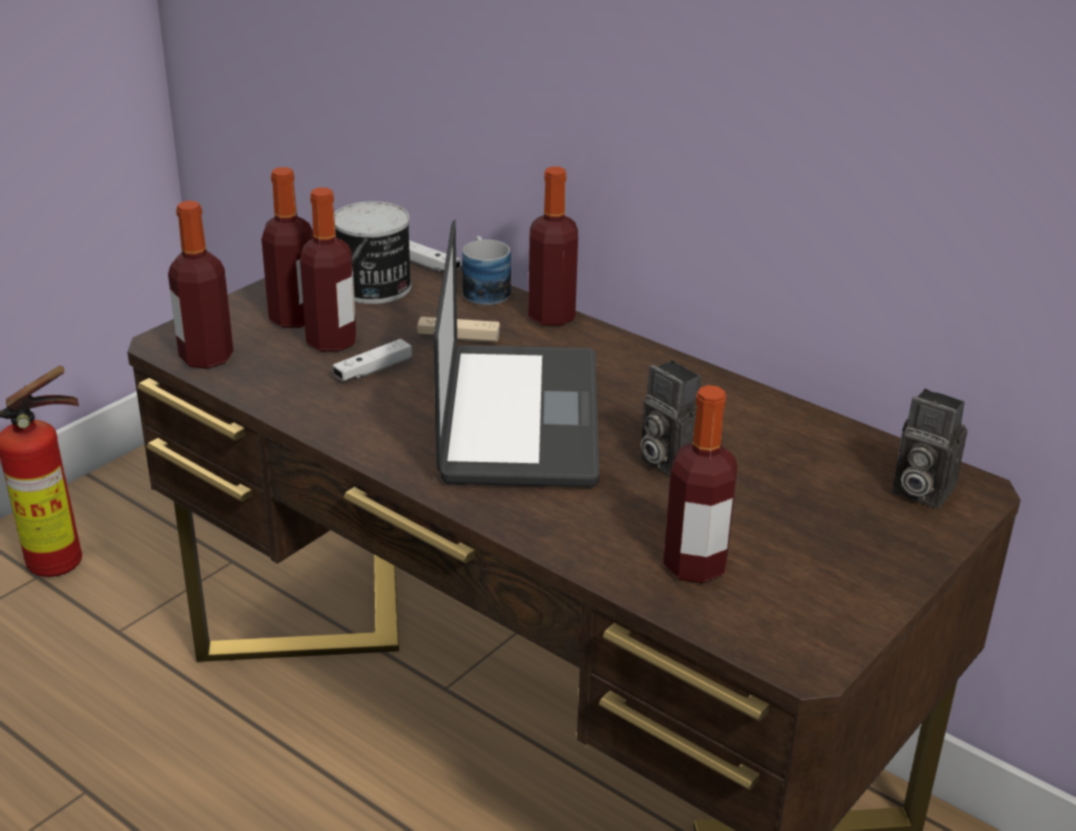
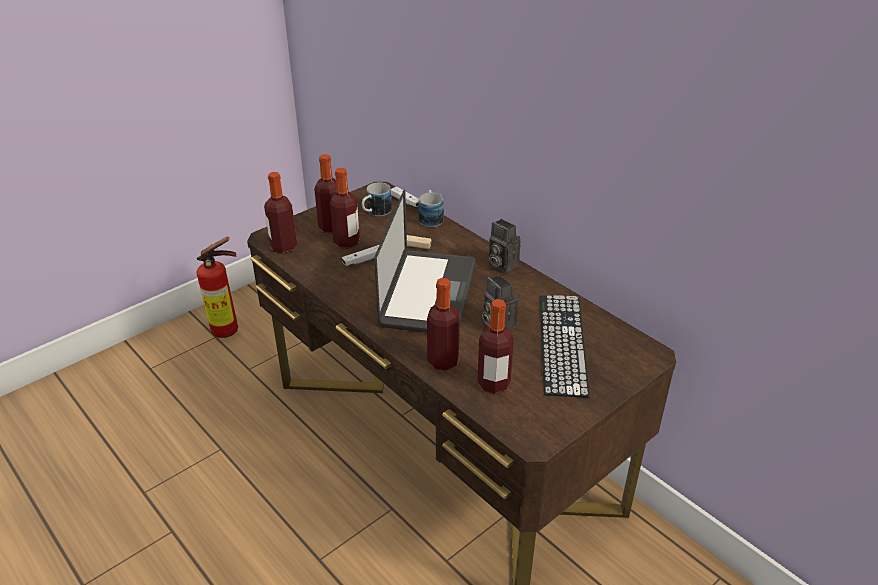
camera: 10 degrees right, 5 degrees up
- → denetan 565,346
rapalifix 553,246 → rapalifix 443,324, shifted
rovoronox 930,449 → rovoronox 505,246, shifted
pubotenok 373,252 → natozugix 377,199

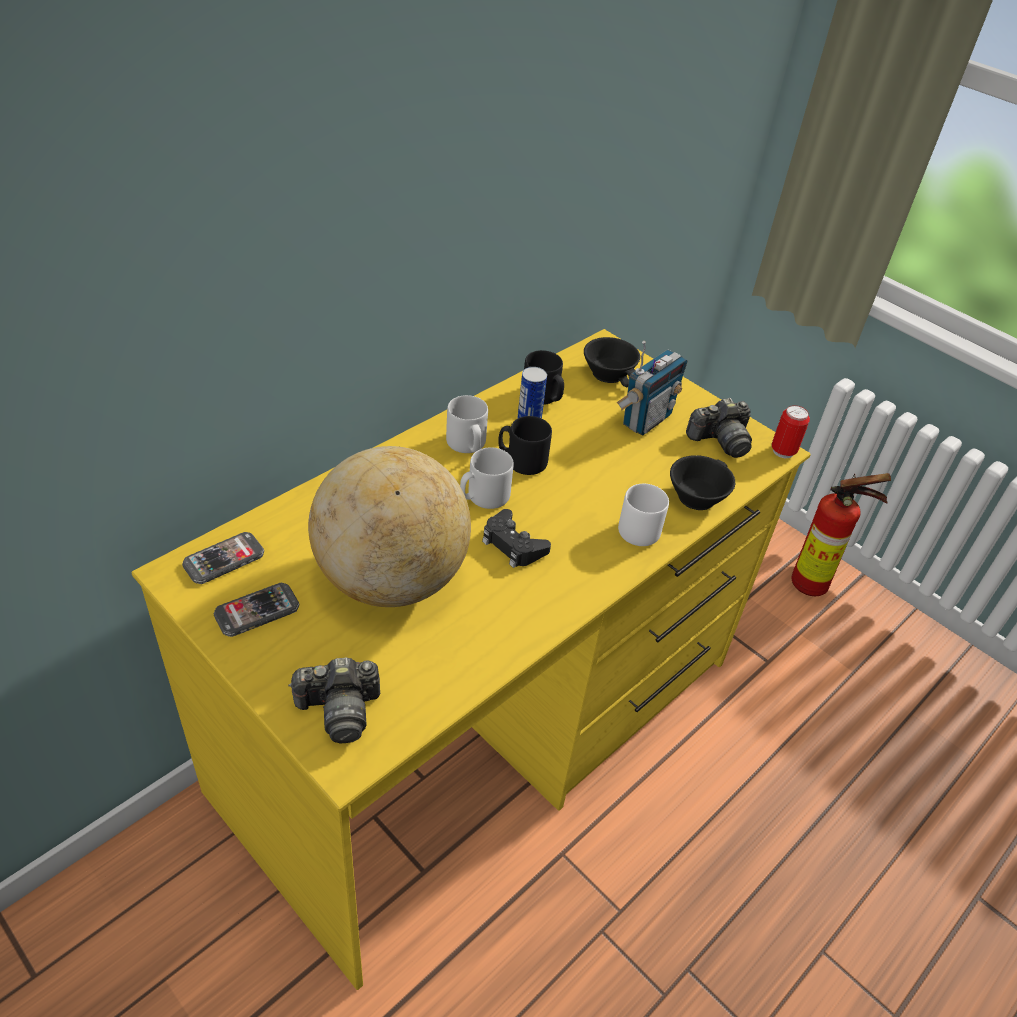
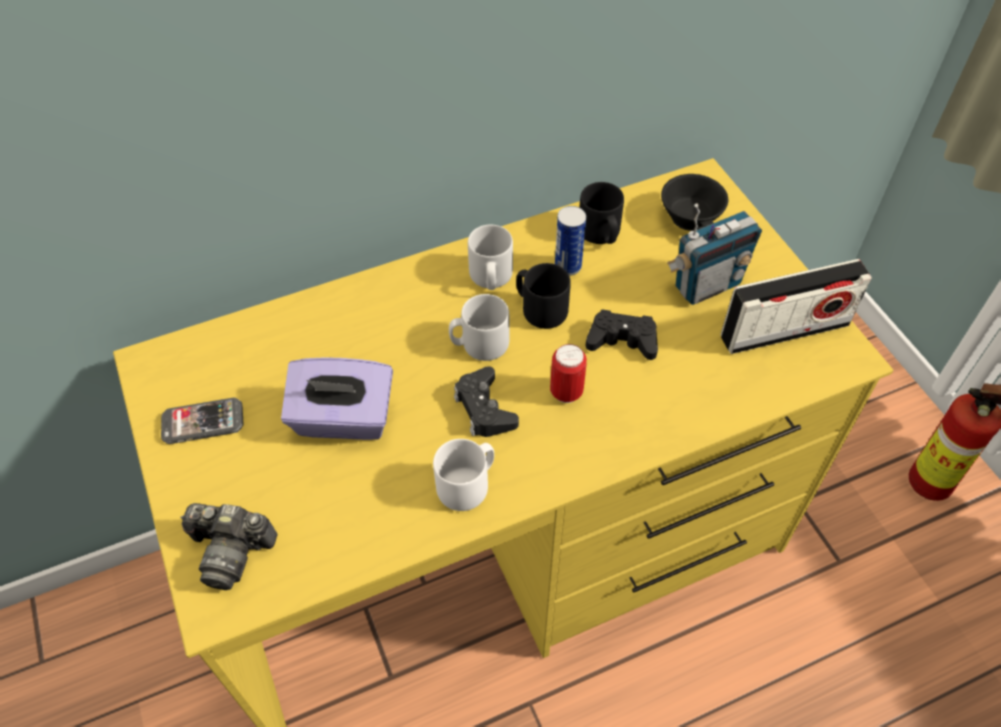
camera: 25 degrees right, 10 degrees up
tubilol 223,558 → -
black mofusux 702,482 → -
- → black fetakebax 622,334
white natozugix 643,515 → white natozugix 463,475, shifted
pubotenok 791,431 → pubotenok 568,373, shifted
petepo 389,526 → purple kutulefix 337,399
rovoronox 719,428 → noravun 796,306

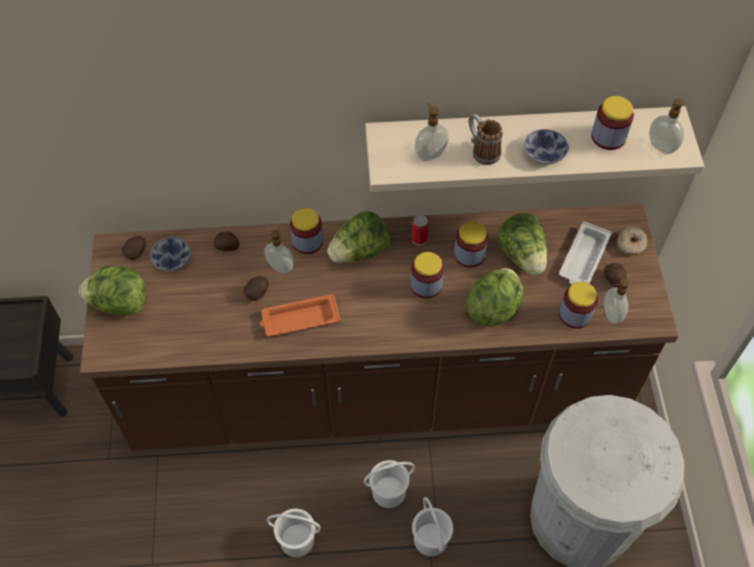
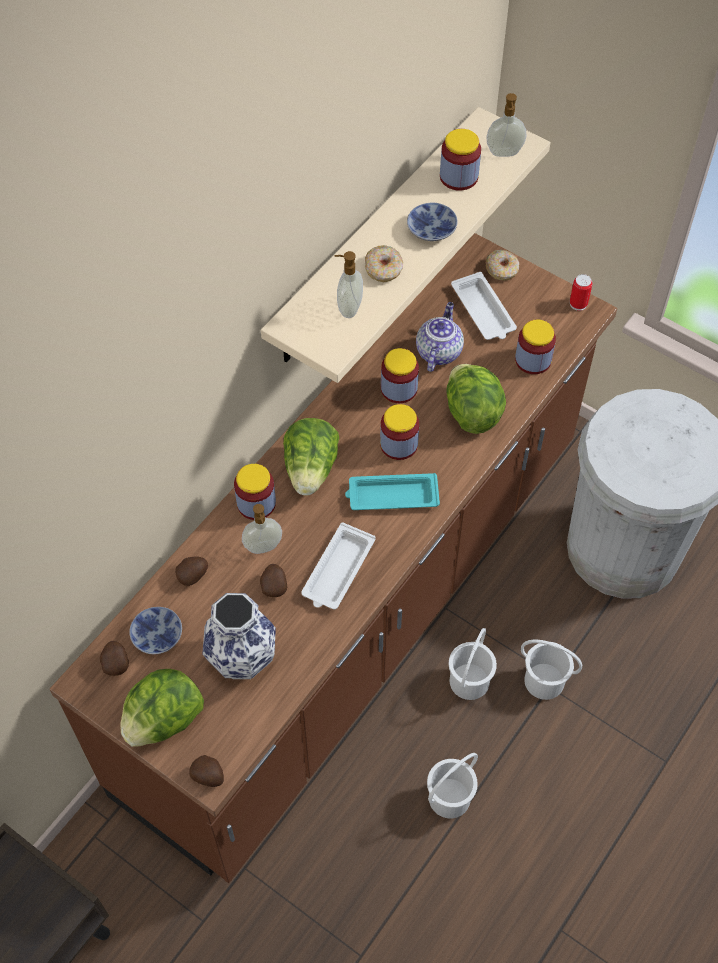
camera: 50 degrees left, 0 degrees up
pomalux 617,301 → -
- → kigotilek 239,636
- → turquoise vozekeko 392,491
pubotenok 420,230 → pubotenok 581,292, shifted
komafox 615,275 → komafox 206,771, shifted
natozugix 485,139 → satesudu 384,264
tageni 522,244 → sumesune 440,337
orange vozekeko 300,315 → white vozekeko 338,566

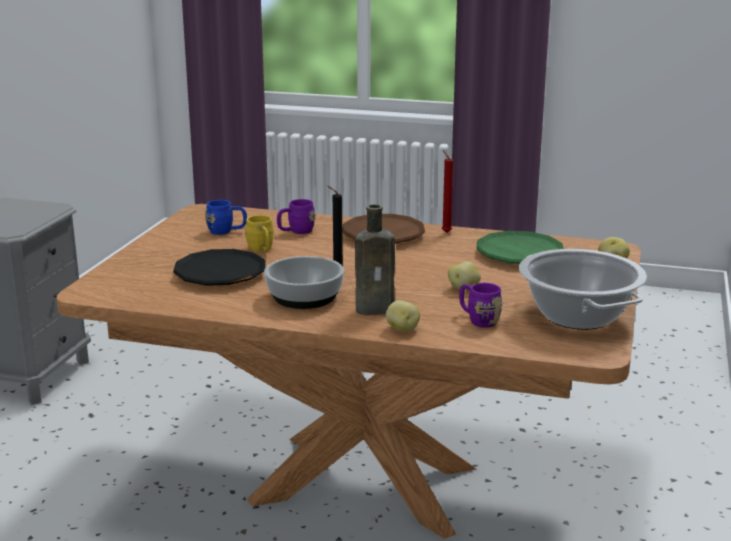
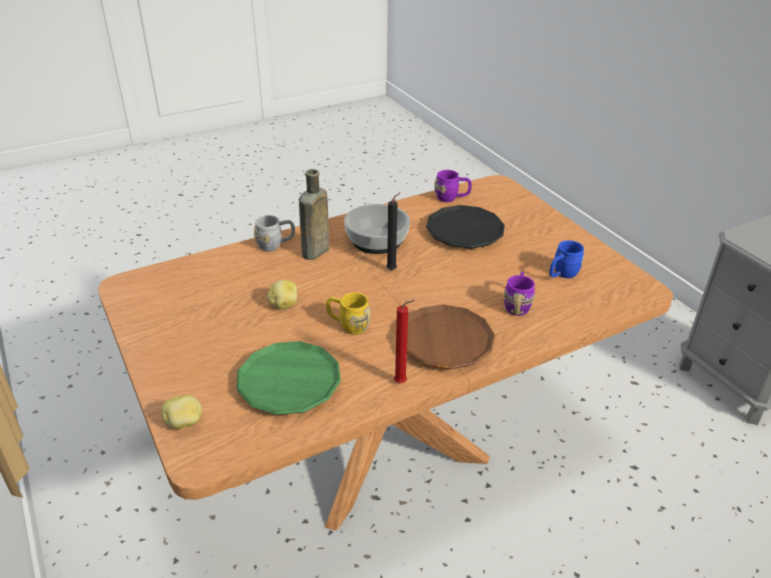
camera: 135 degrees right, 15 degrees up
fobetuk 583,289 → -
yellow natozugix 259,233 → yellow natozugix 348,313, shifted
purple natozugix 481,305 → purple natozugix 453,186, shifted
komafox 403,316 → grey natozugix 274,233

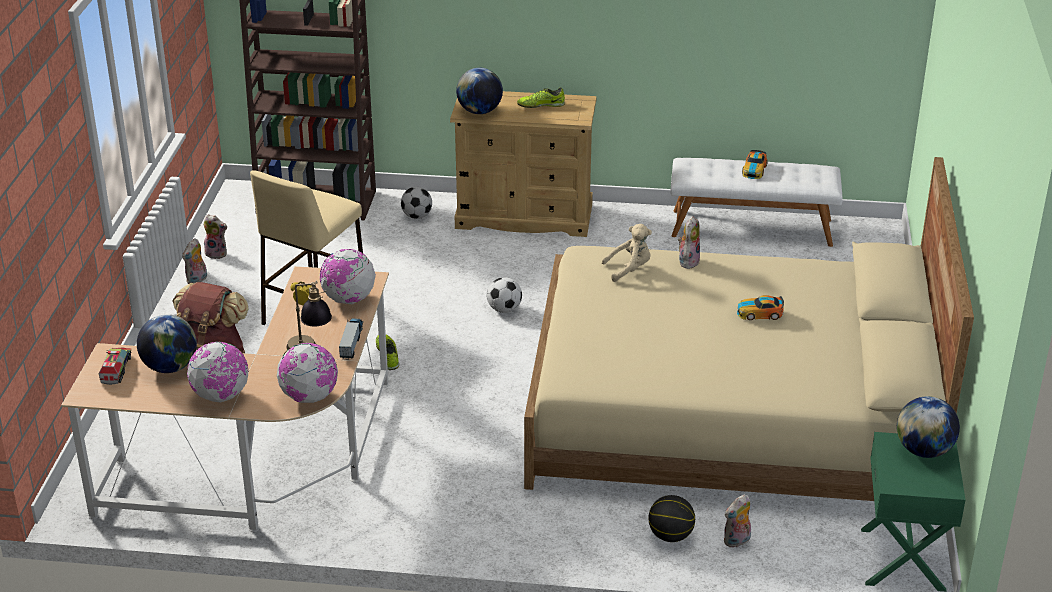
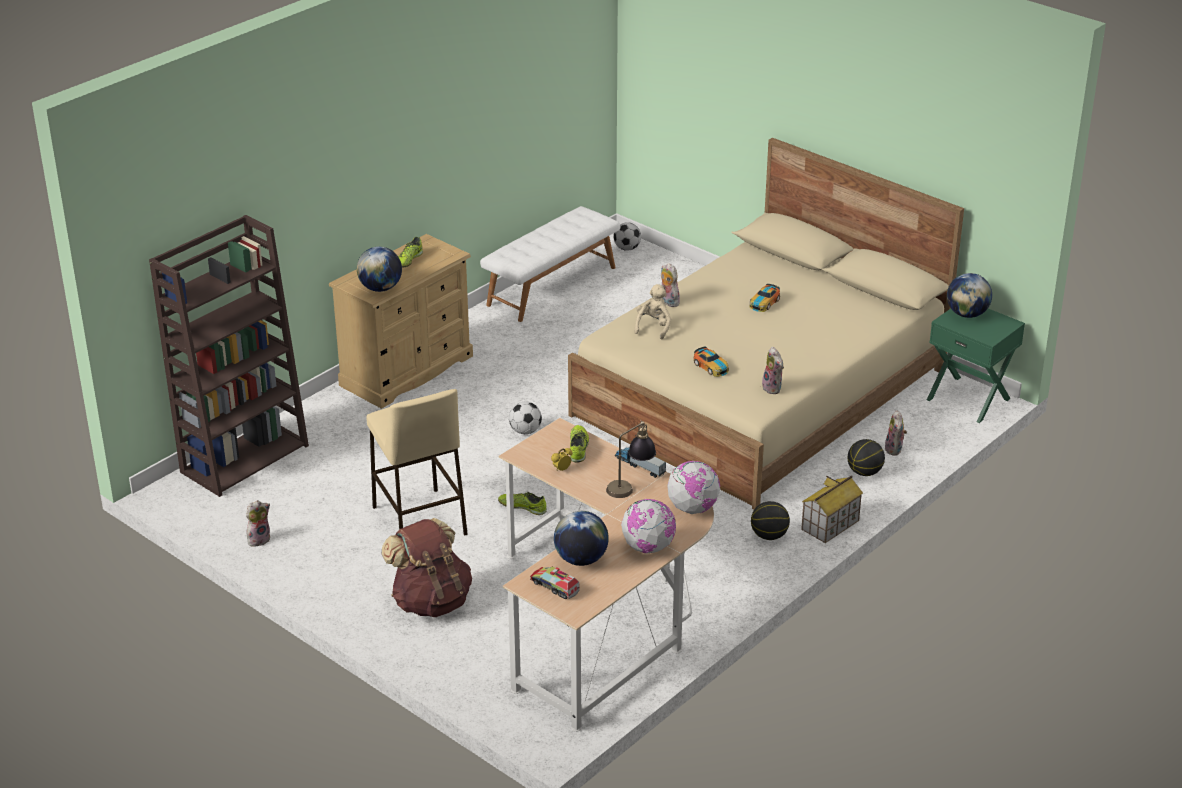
camera: 55 degrees left, 0 degrees up
- → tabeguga 770,520
- → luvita 832,509
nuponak 195,261 → nuponak 773,370, shifted
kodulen 416,203 → kodulen 627,236, shifted
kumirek 755,164 → kumirek 711,362, shifted
petepo 348,276 → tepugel 579,444

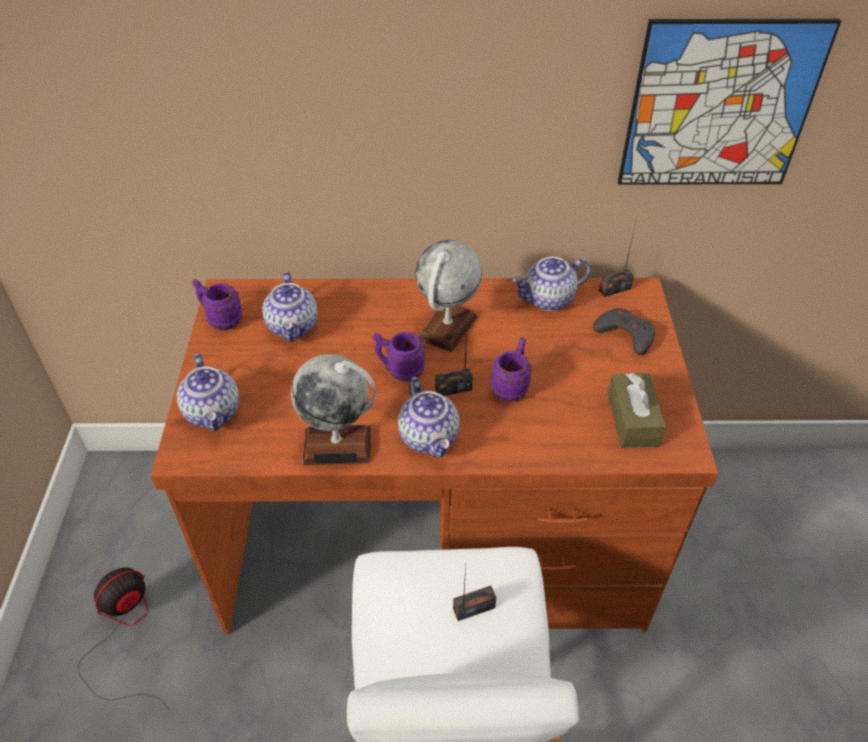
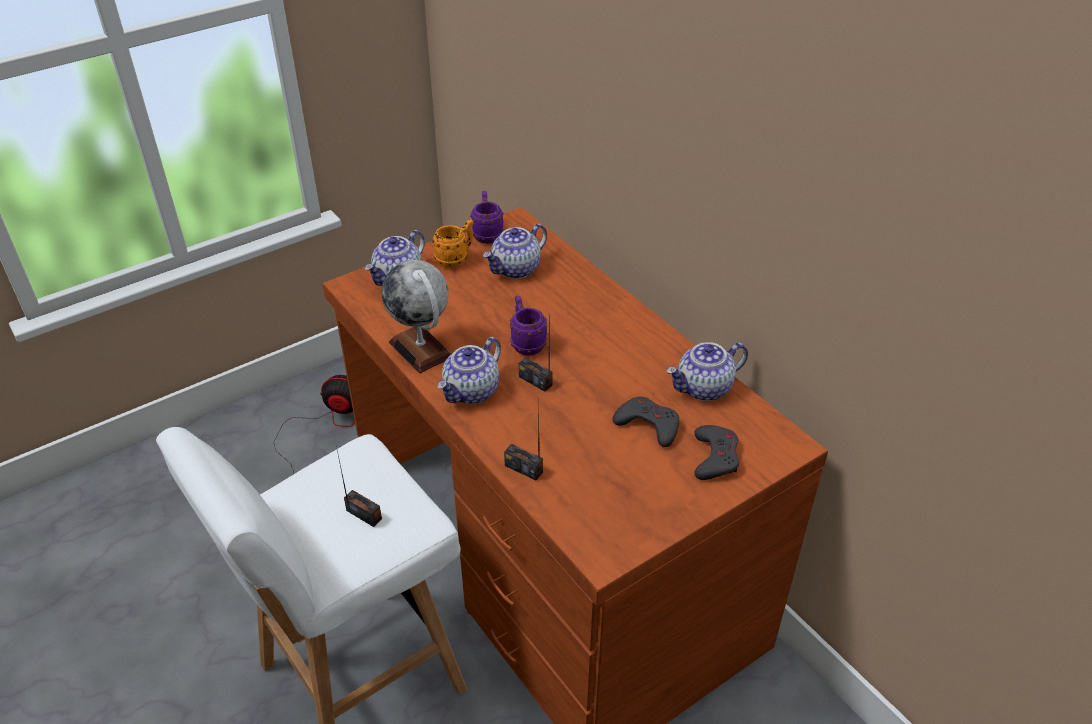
camera: 55 degrees right, 5 degrees down
petepo 448,296 → -
purple natozugix 511,369 → -
brown kutulefix 637,410 → -
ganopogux 729,102 → -
- → orange natozugix 453,243
- → grey fetakebax 646,422
noravun 618,257 → noravun 523,439, shifted
sumesune 551,284 → sumesune 707,371, 60 degrees counterclockwise

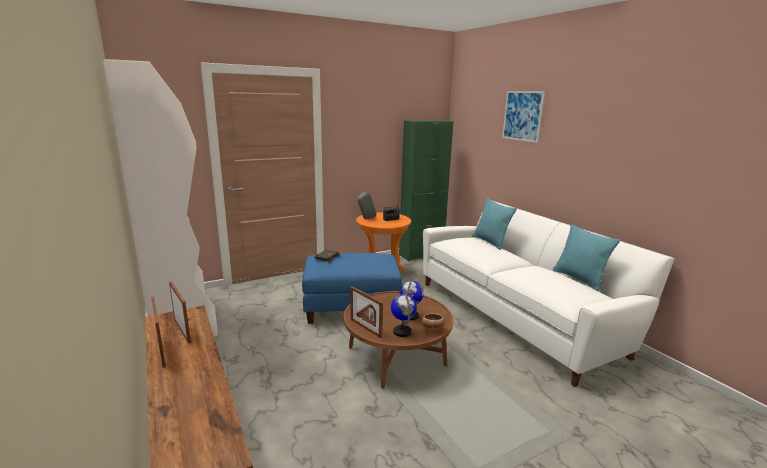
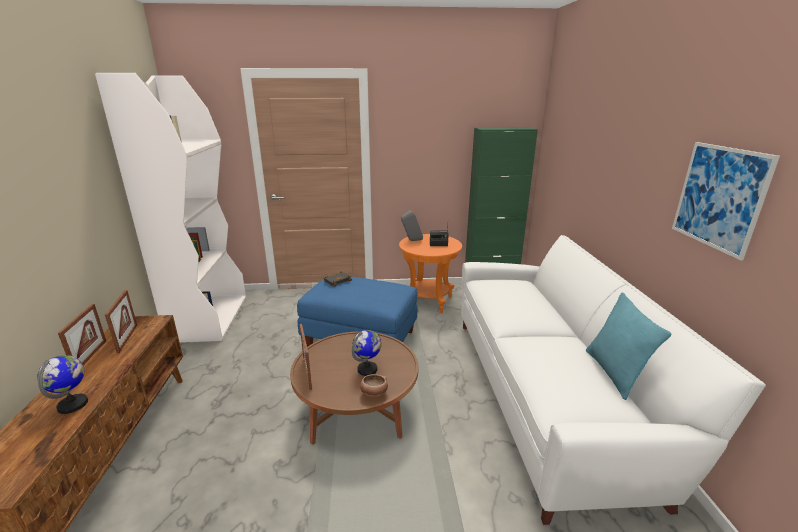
camera: 25 degrees right, 5 degrees up
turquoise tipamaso 494,224 → -
petepo 404,315 → petepo 62,384, shifted
ganopogux 523,117 → ganopogux 726,201, shifted

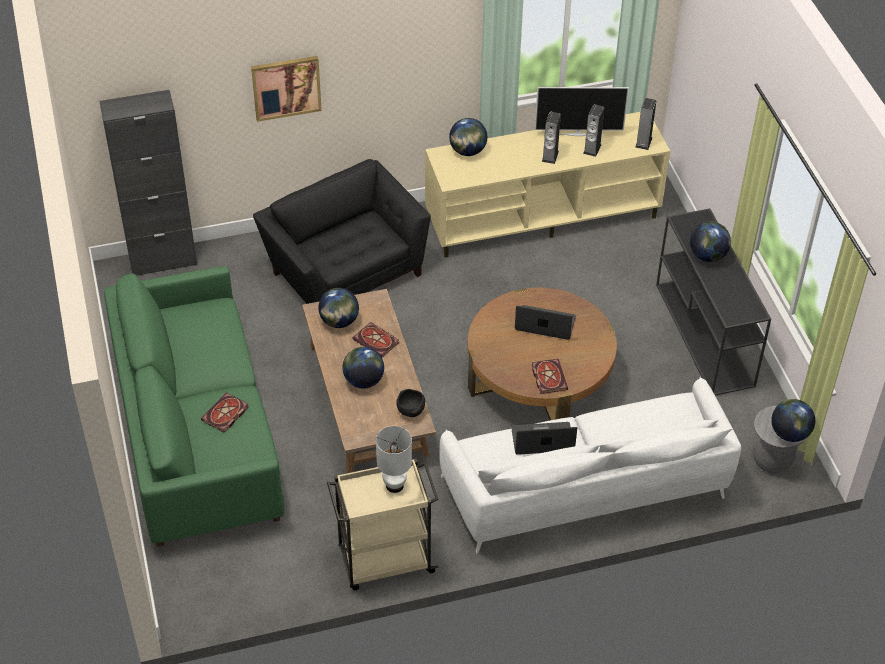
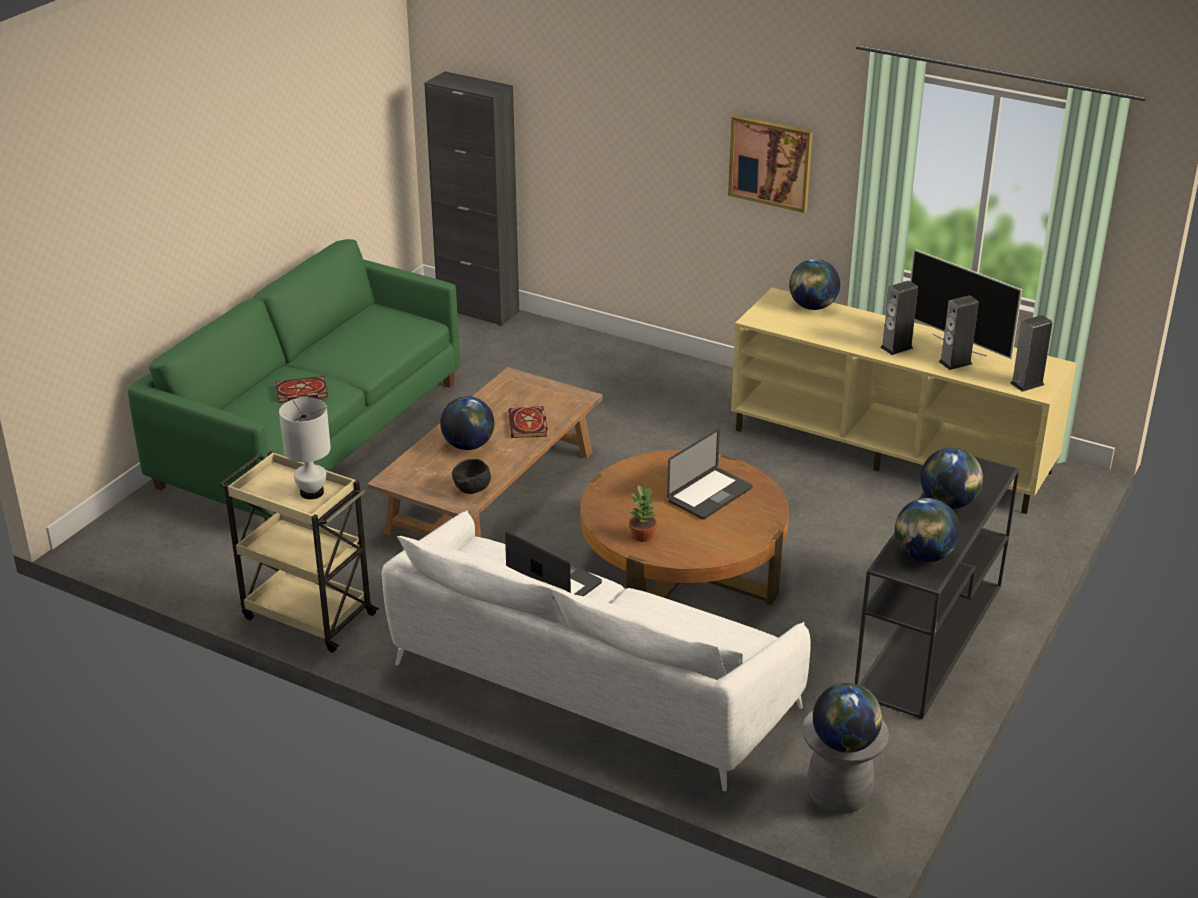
camera: 45 degrees right, 15 degrees down
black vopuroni 342,231 → -
ganopogux 286,89 → ganopogux 770,164, shifted
petepo 338,308 → petepo 927,530, shifted
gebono 550,376 → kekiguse 643,513
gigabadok 545,322 → gigabadok 710,474, 75 degrees clockwise

